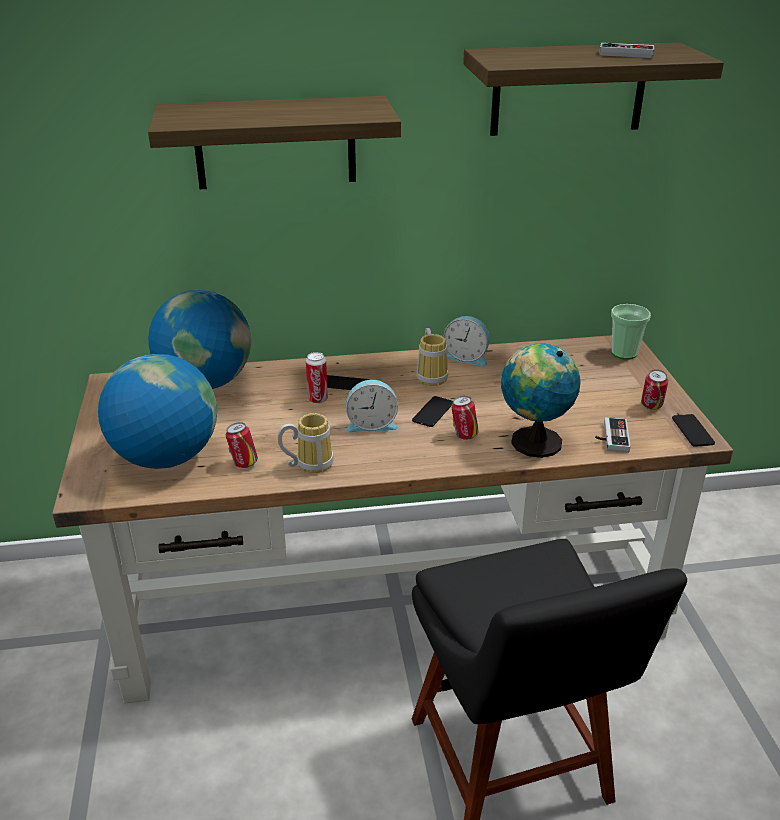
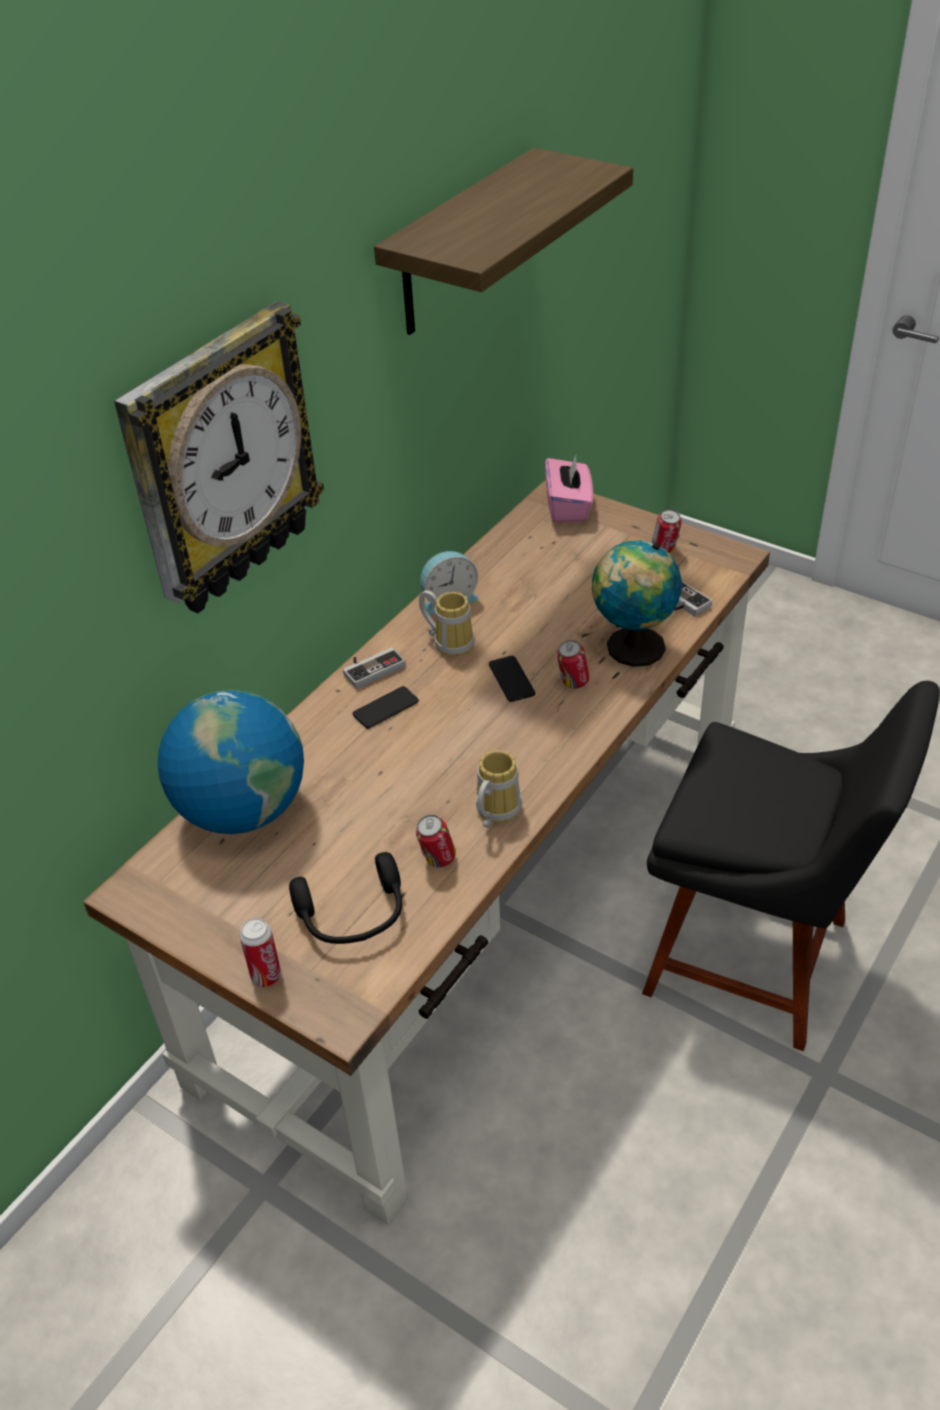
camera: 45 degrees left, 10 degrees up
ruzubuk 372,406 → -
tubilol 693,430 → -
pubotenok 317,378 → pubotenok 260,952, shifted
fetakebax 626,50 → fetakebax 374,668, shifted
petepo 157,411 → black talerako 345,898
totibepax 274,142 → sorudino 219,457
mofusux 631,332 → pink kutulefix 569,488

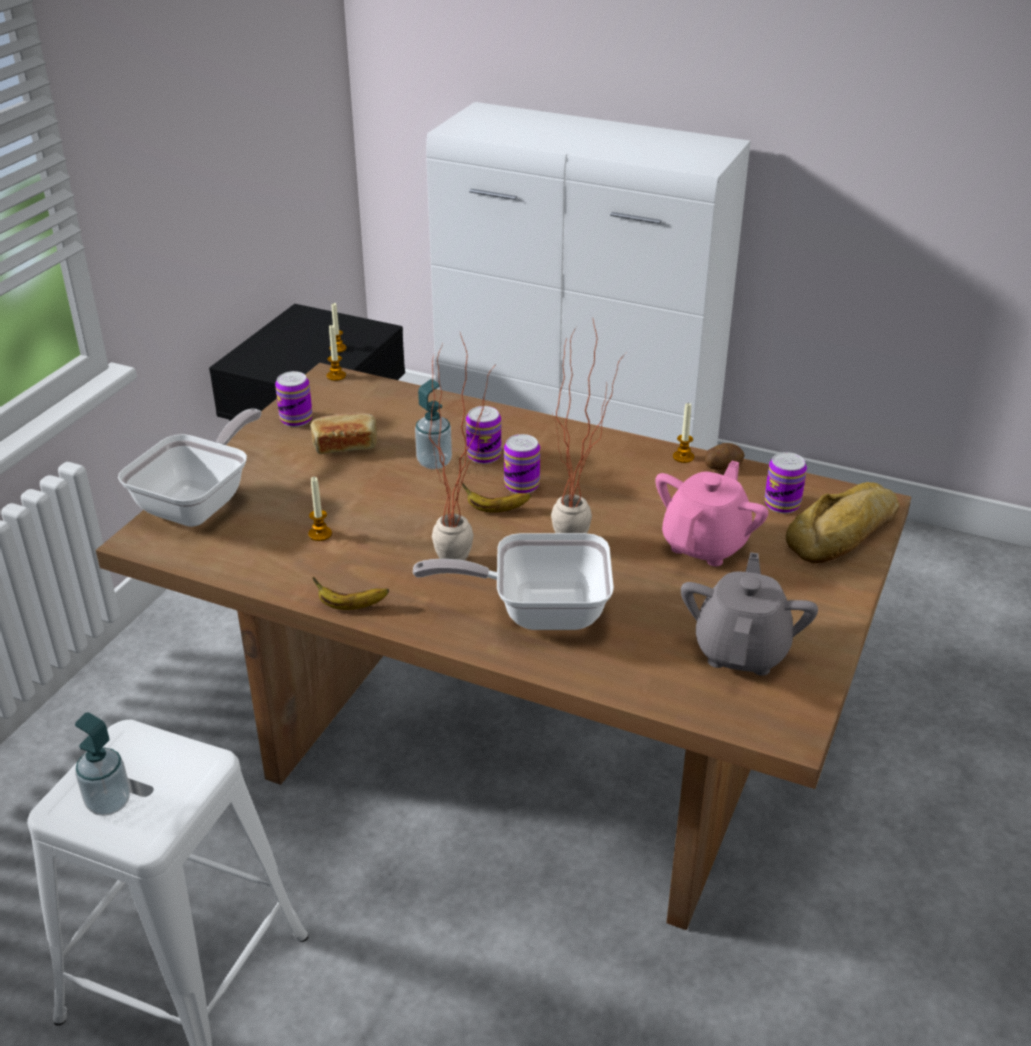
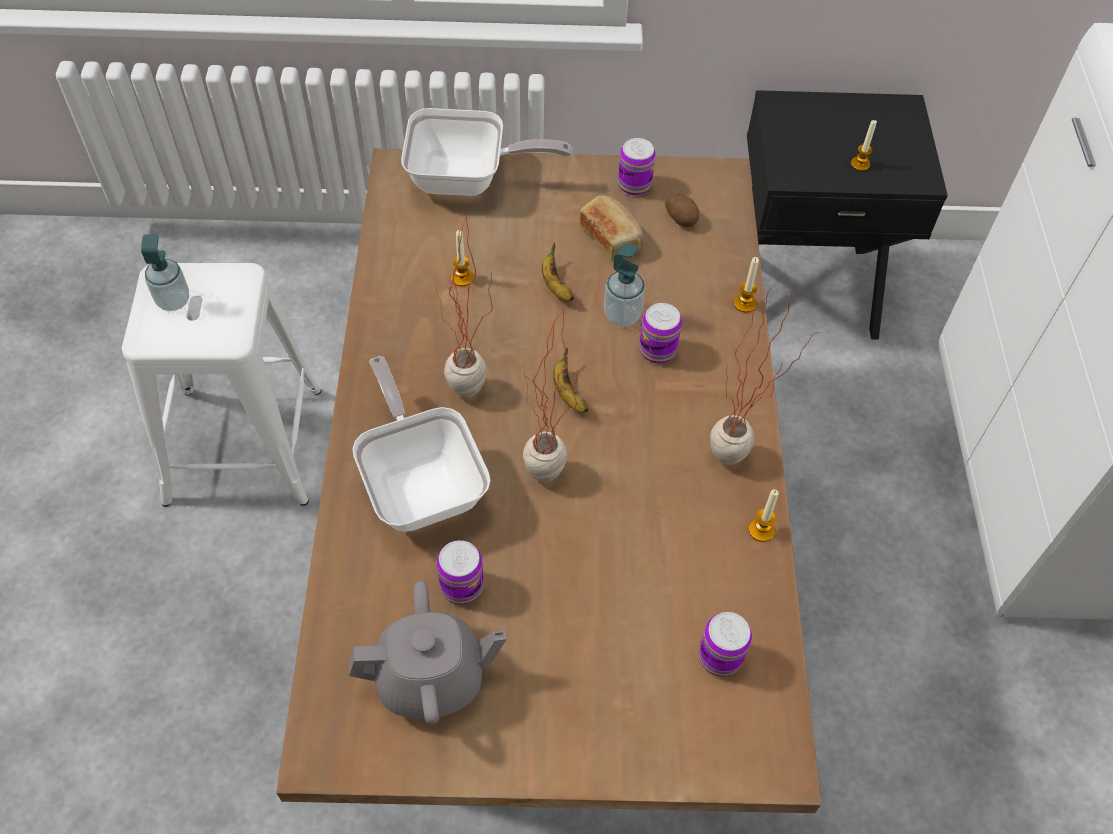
camera: 65 degrees right, 20 degrees up
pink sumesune 712,513 → -
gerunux 843,522 → -
- → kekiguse 764,375
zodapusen 350,593 → zodapusen 558,271, shifted
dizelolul 336,352 → dizelolul 746,284, shifted
pubotenok 522,463 → pubotenok 460,572, shifted
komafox 725,456 → komafox 682,210, shifted

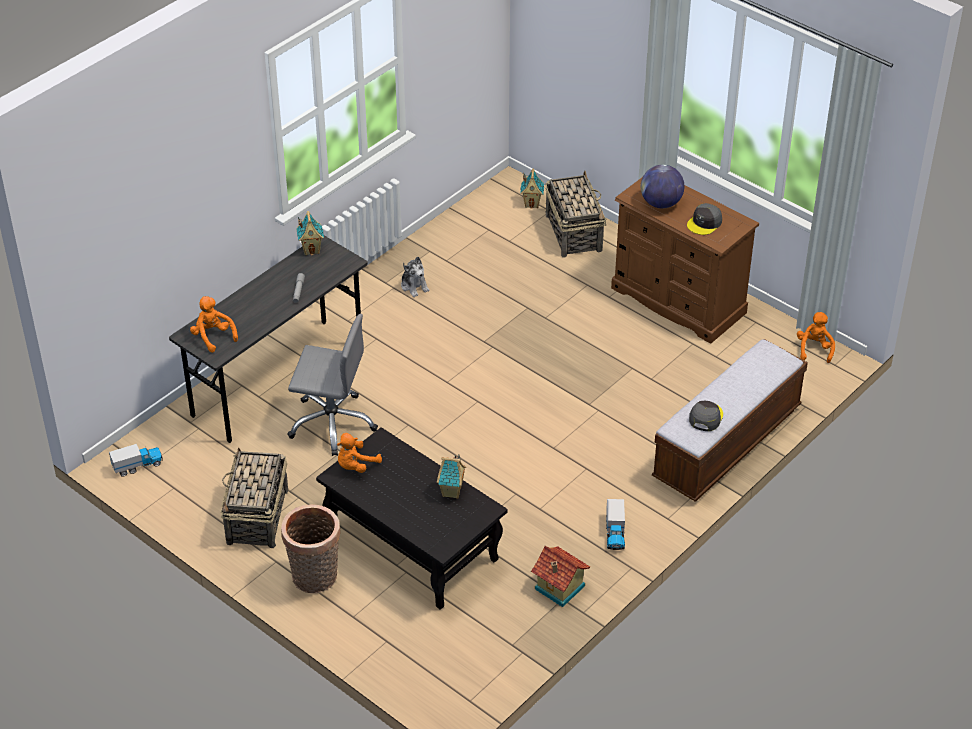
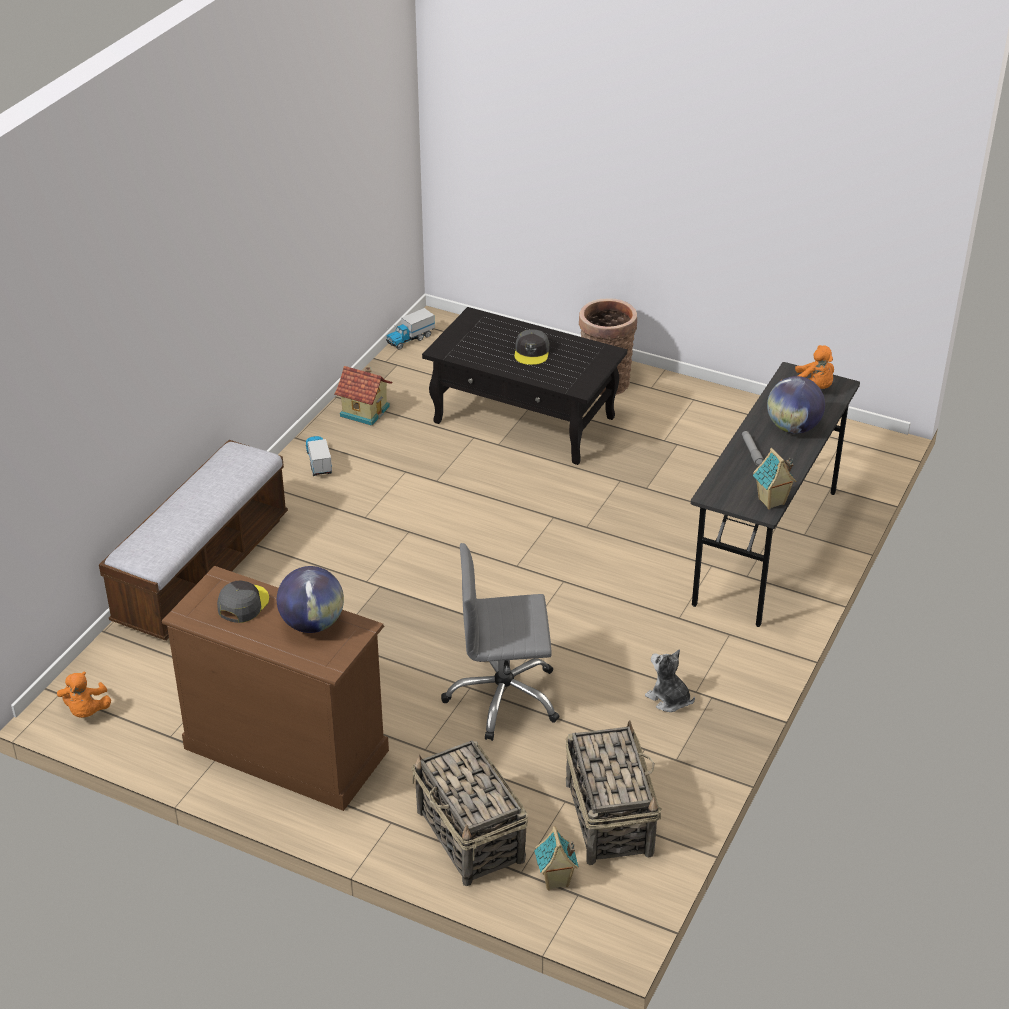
camera: 165 degrees right, 5 degrees down
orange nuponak 359,453 → -
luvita 451,476 → -
- → petepo 796,405
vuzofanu 136,460 → vuzofanu 410,329, shifted
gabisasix 254,497 → gabisasix 614,792, shifted
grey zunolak 332,385 → grey zunolak 500,642, shifted
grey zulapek 706,416 → grey zulapek 531,347, shifted

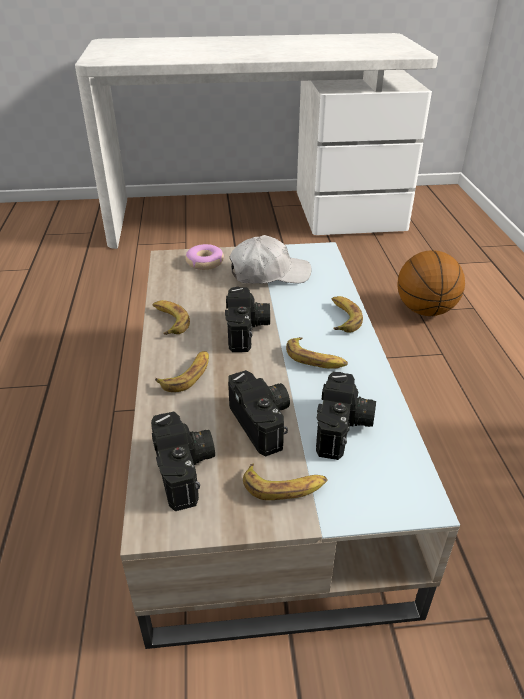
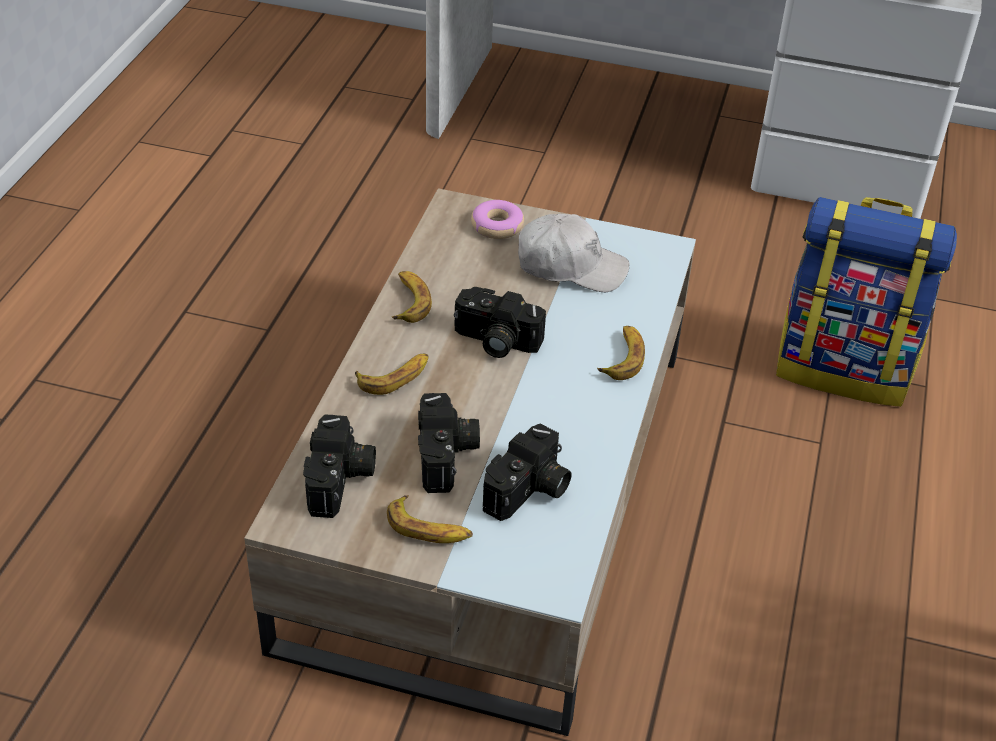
camera: 20 degrees right, 5 degrees up
zodapusen 317,353 → -
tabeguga 431,283 → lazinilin 866,302
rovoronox 247,319 → rovoronox 500,322, 90 degrees clockwise

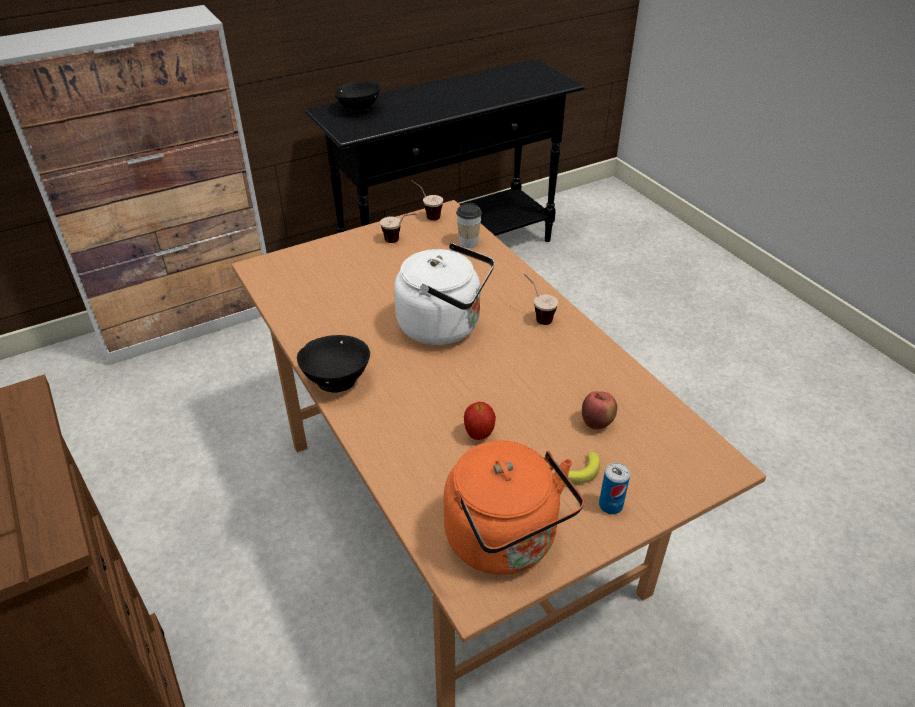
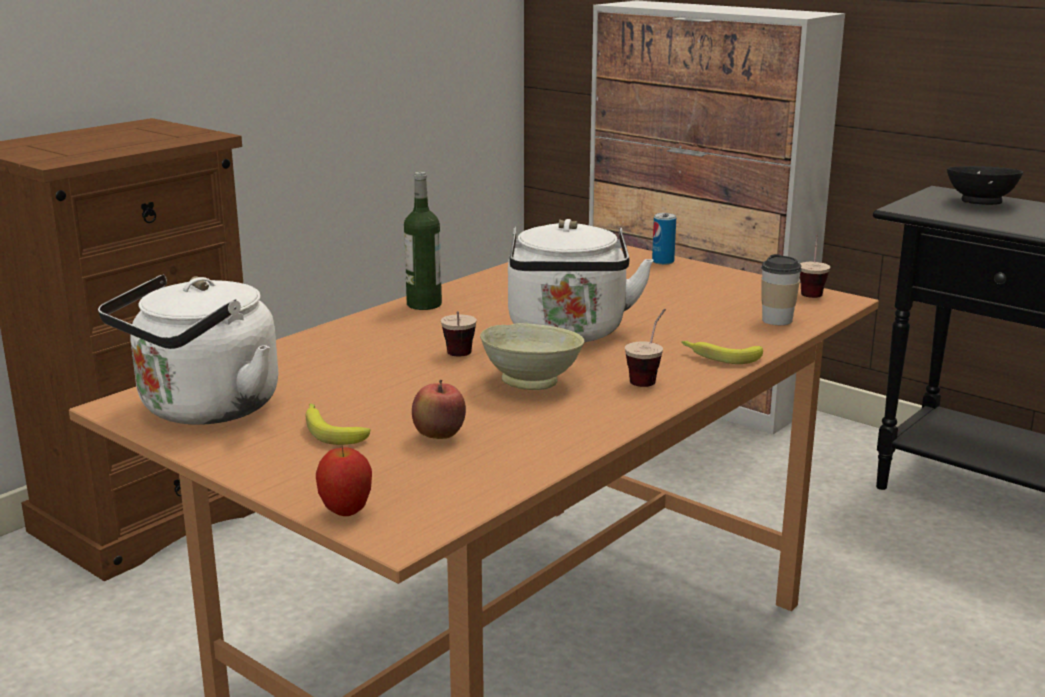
camera: 70 degrees right, 20 degrees down
- → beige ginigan 532,356
- → zodapusen 722,352
mofusux 398,228 → mofusux 459,334, shifted
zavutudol 480,421 → zavutudol 344,481, shifted
pubotenok 614,488 → pubotenok 664,239, shifted
black ginigan 333,363 → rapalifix 423,240
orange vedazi 514,507 → white vedazi 188,349

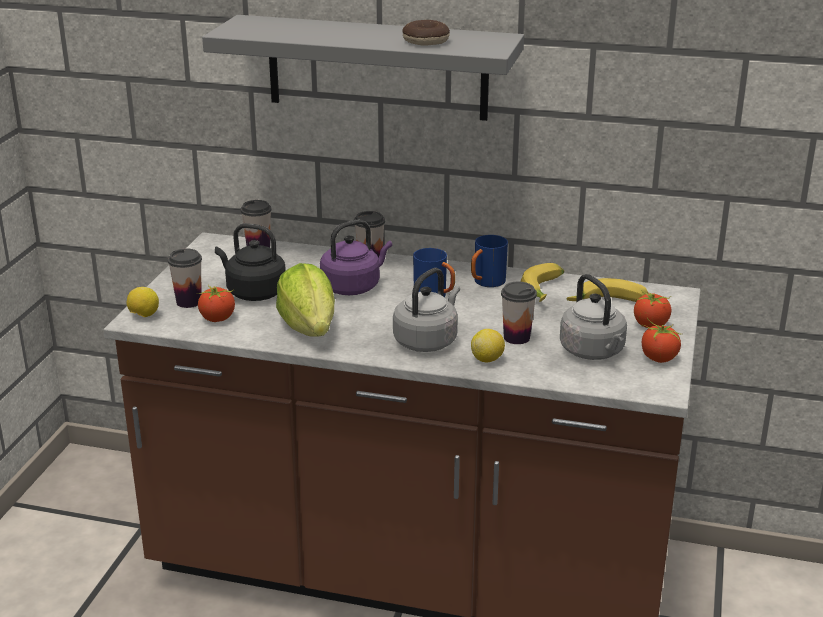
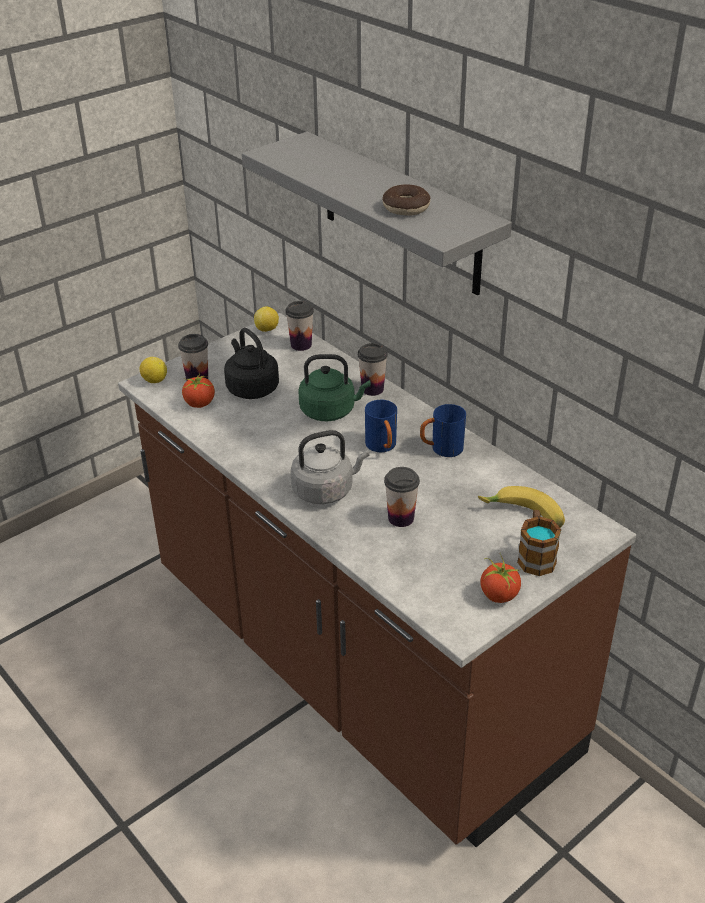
camera: 35 degrees right, 10 degrees up
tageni 305,300 → -
zodapusen 542,282 → -
grey vedazi 593,317 → -
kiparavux 488,346 → kiparavux 266,319, shifted
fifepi 652,309 → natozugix 539,543
purple vedazi 356,257 → green vedazi 334,387

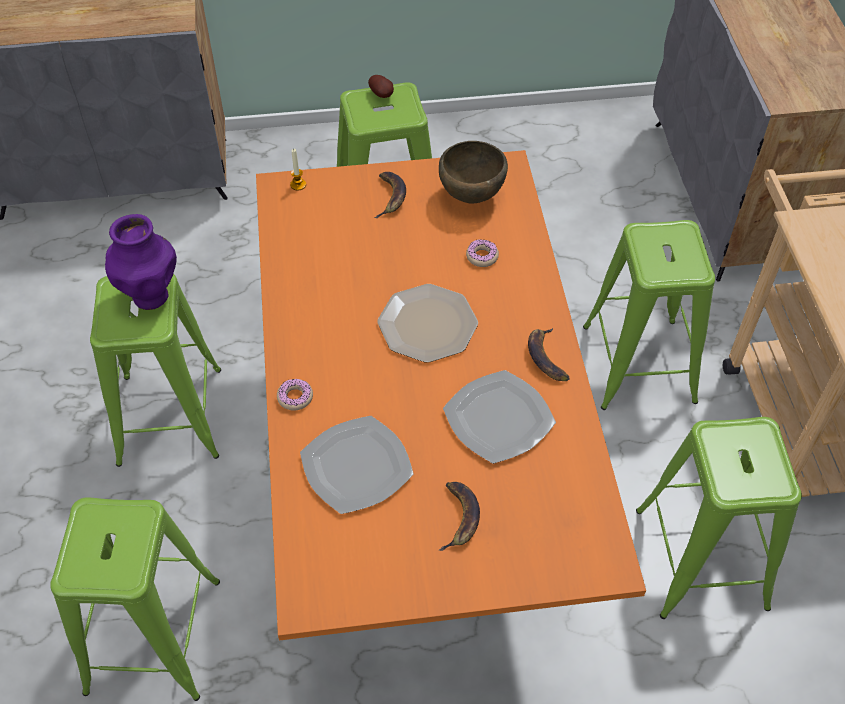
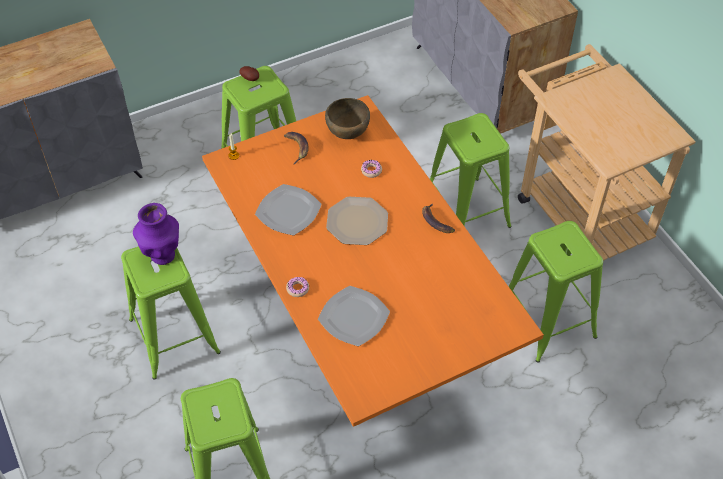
camera: 20 degrees left, 0 degrees up
zodapusen 459,516 → -
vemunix 499,417 → vemunix 288,210, shifted

